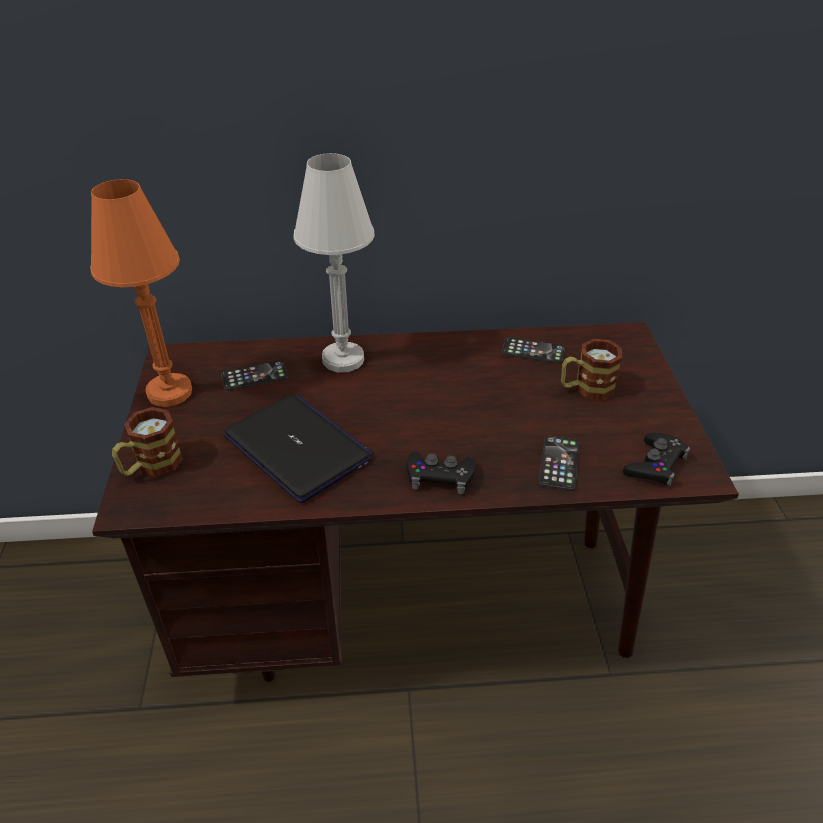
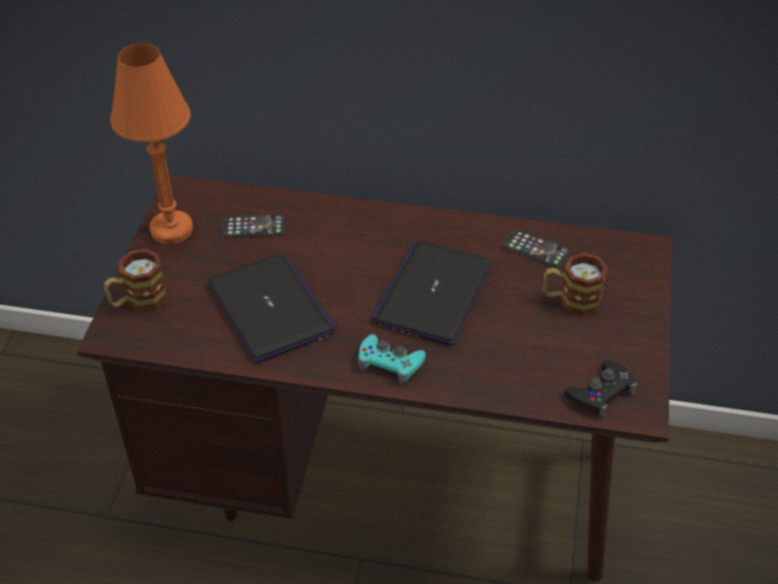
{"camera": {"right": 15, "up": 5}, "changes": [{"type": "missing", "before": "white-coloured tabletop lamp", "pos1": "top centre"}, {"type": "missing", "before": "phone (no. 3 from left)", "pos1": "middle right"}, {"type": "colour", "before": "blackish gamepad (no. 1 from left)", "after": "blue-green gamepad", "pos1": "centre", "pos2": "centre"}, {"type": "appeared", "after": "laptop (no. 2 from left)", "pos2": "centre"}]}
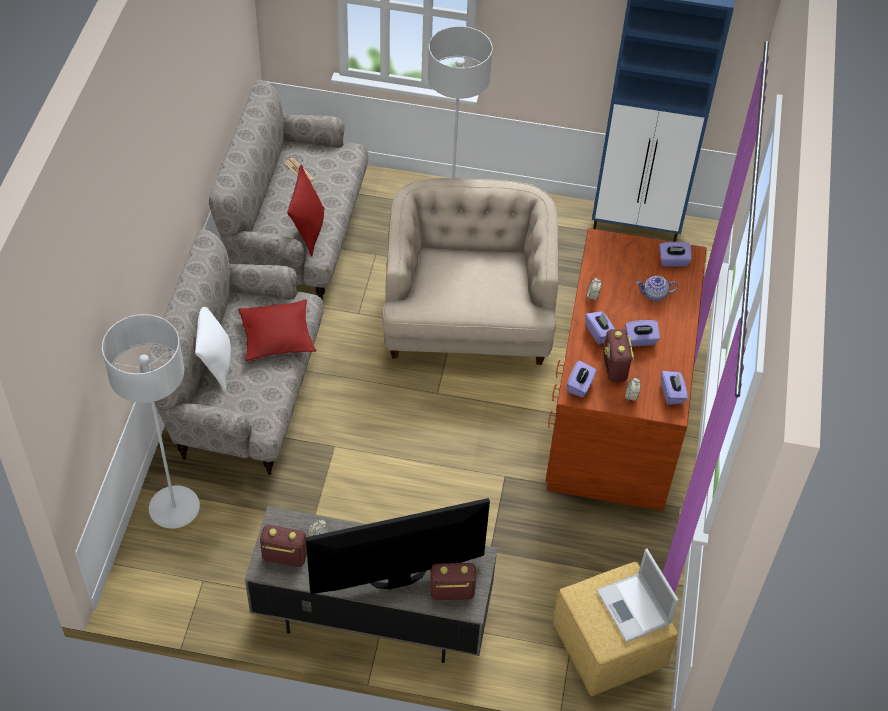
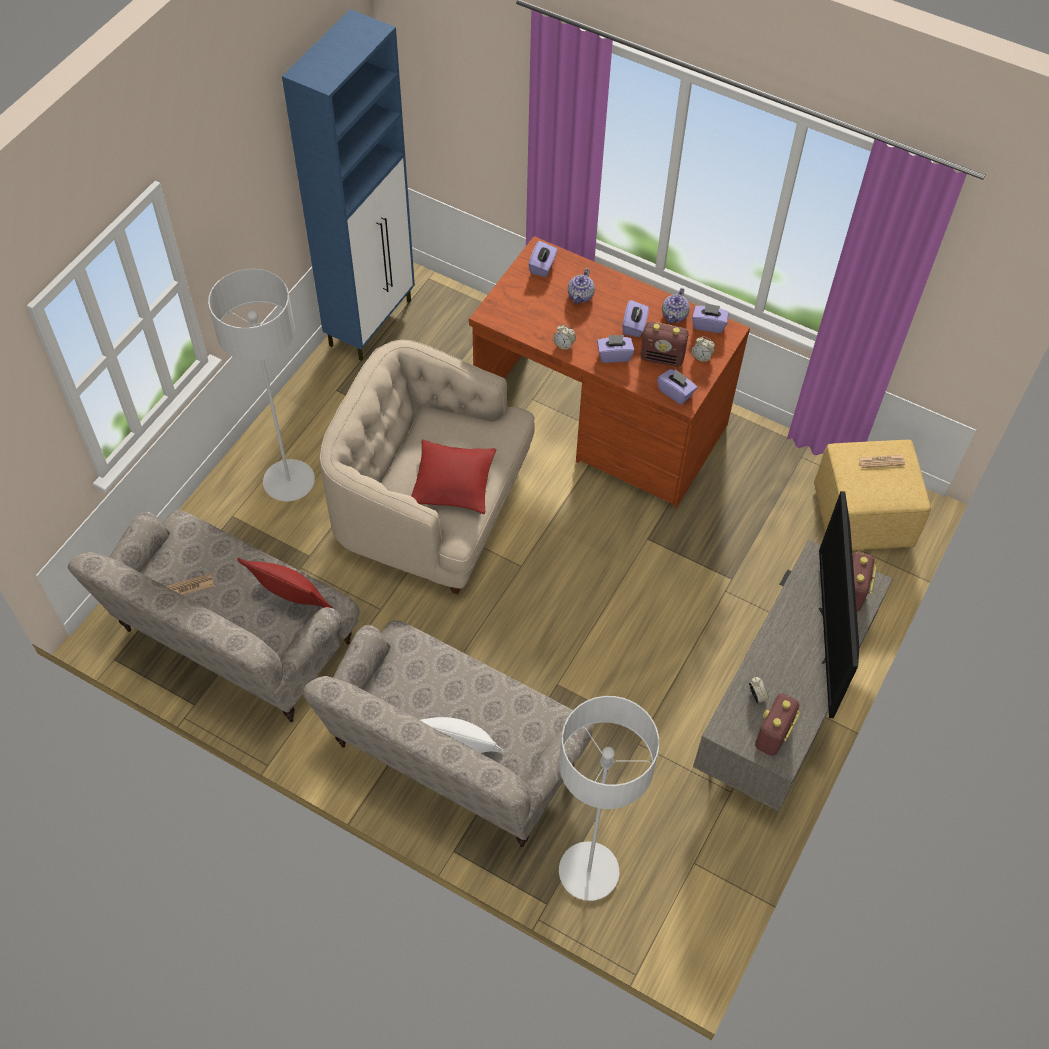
{"camera": {"right": -70, "up": 5}, "changes": [{"type": "relocated", "before": "reddish throw pillow (no. 1 from left in the first image)", "after": "reddish throw pillow (no. 2 from left)", "pos1": "middle left", "pos2": "centre"}, {"type": "exchanged", "before": "laptop", "after": "daily paper (no. 2 from left)", "pos1": "bottom right", "pos2": "middle right"}, {"type": "appeared", "after": "tea pot (no. 2 from left)", "pos2": "top centre"}]}
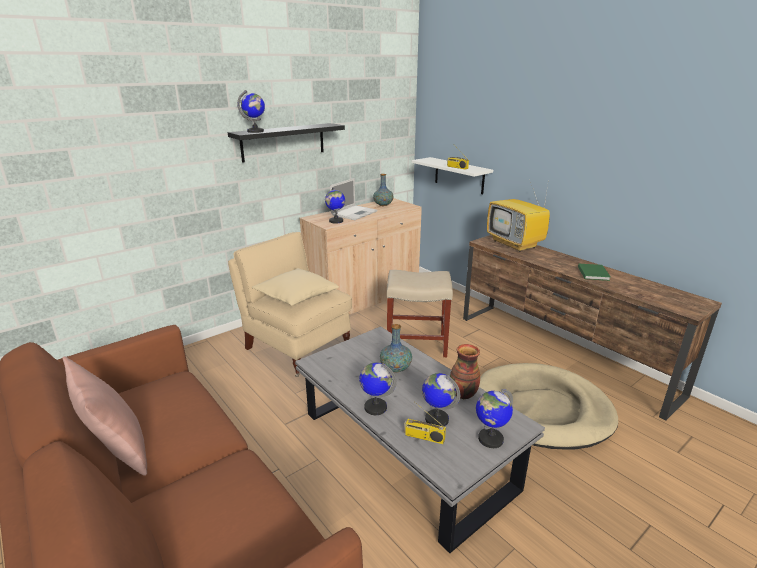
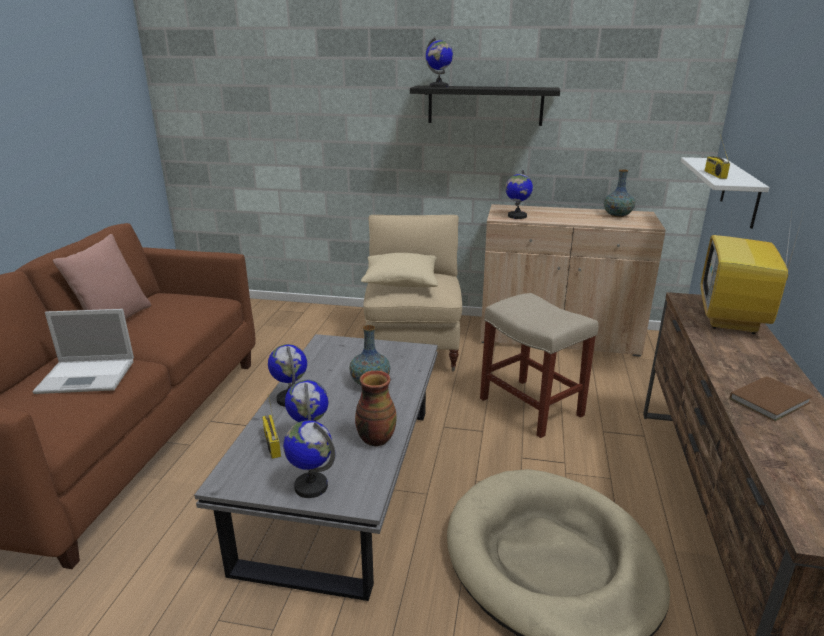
{"camera": {"right": 50, "up": 0}, "changes": [{"type": "relocated", "before": "laptop", "pos1": "centre", "pos2": "middle left"}, {"type": "colour", "before": "green book", "after": "brown book", "pos1": "middle right", "pos2": "middle right"}]}
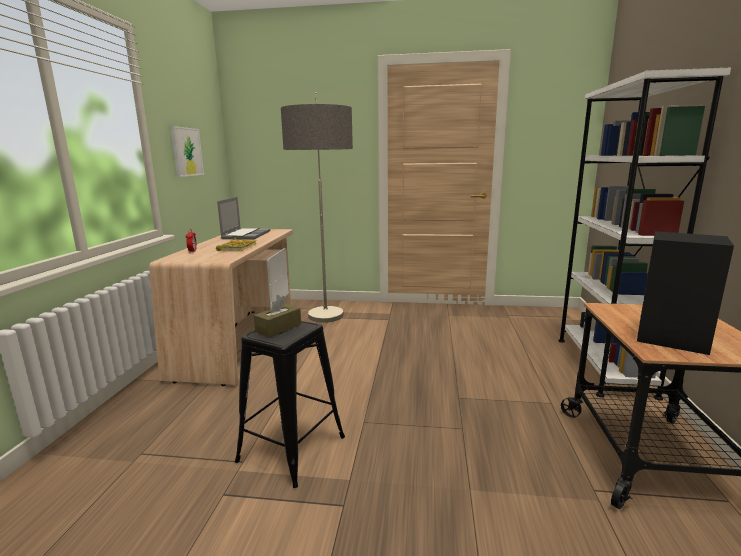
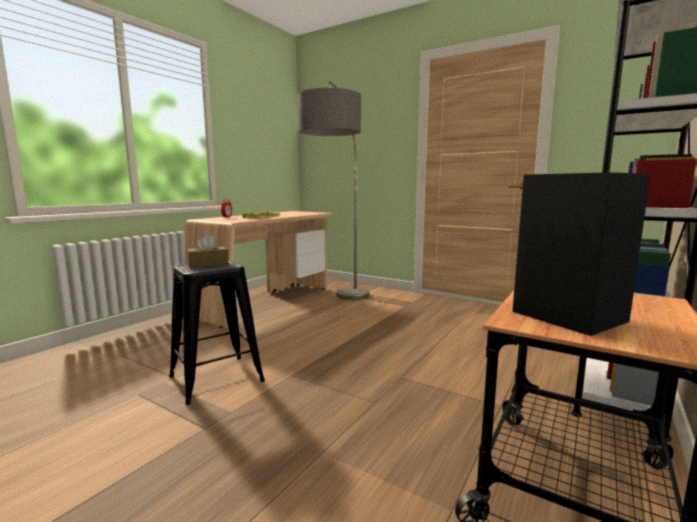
{"camera": {"right": 25, "up": -5}, "changes": [{"type": "missing", "before": "picture", "pos1": "top left"}, {"type": "missing", "before": "laptop", "pos1": "middle left"}]}
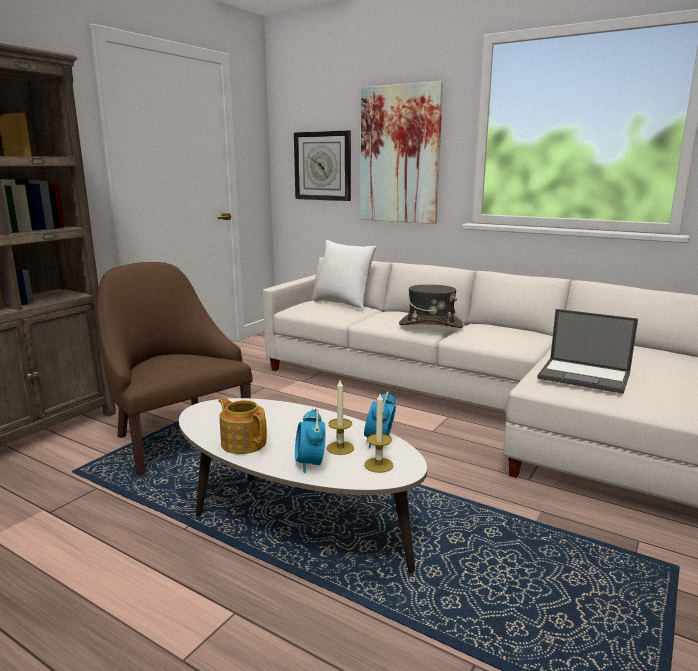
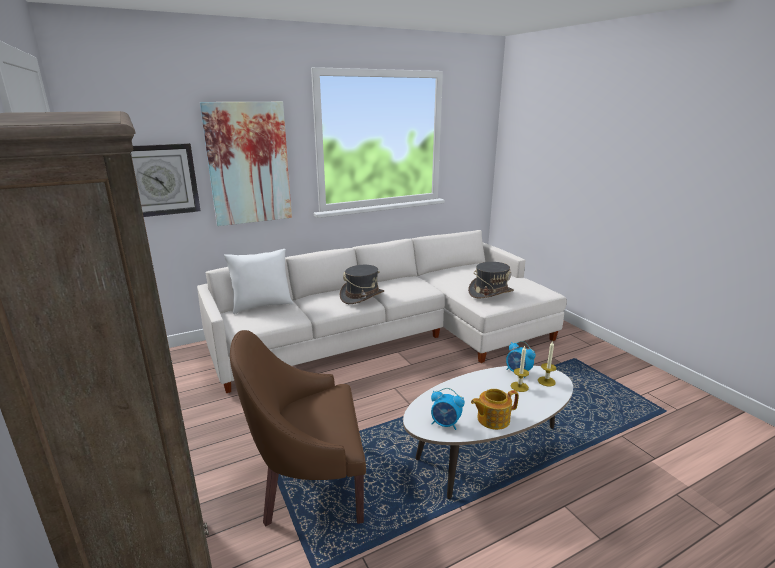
{"camera": {"right": -60, "up": 5}, "changes": [{"type": "exchanged", "before": "laptop", "after": "grey hat (no. 2 from left)", "pos1": "middle right", "pos2": "centre"}, {"type": "relocated", "before": "alarm clock (no. 1 from left)", "pos1": "centre", "pos2": "bottom centre"}]}
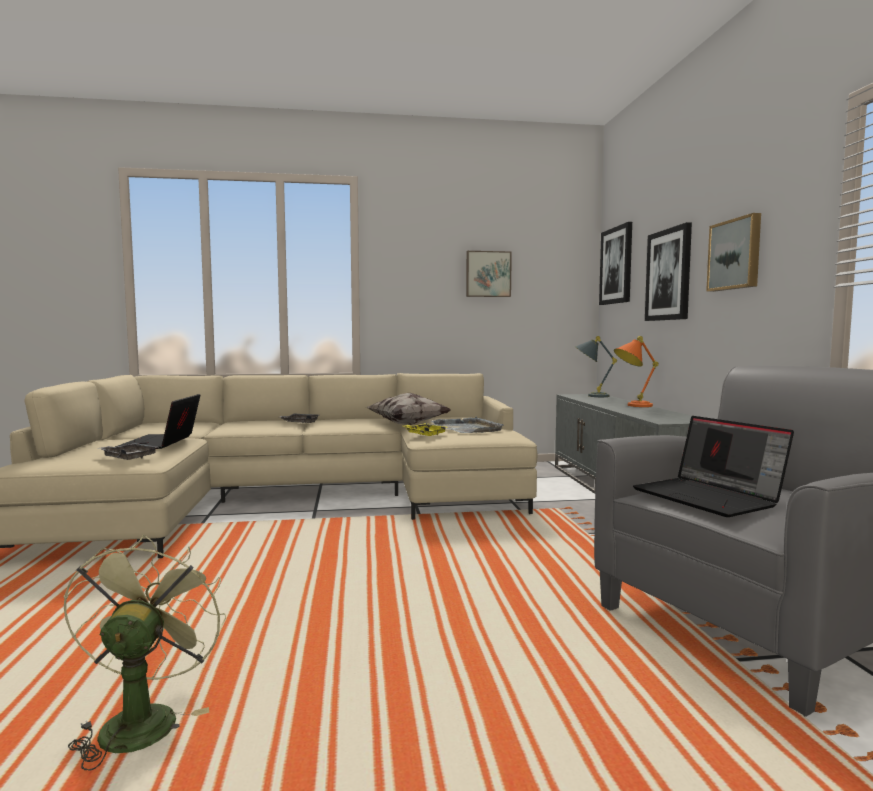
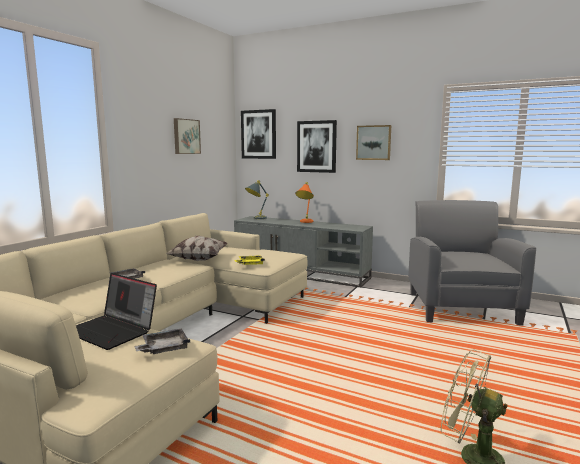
{"camera": {"right": -55, "up": 5}, "changes": [{"type": "missing", "before": "laptop (no. 2 from left)", "pos1": "middle right"}, {"type": "missing", "before": "grey carrying tray (no. 3 from left)", "pos1": "centre"}]}
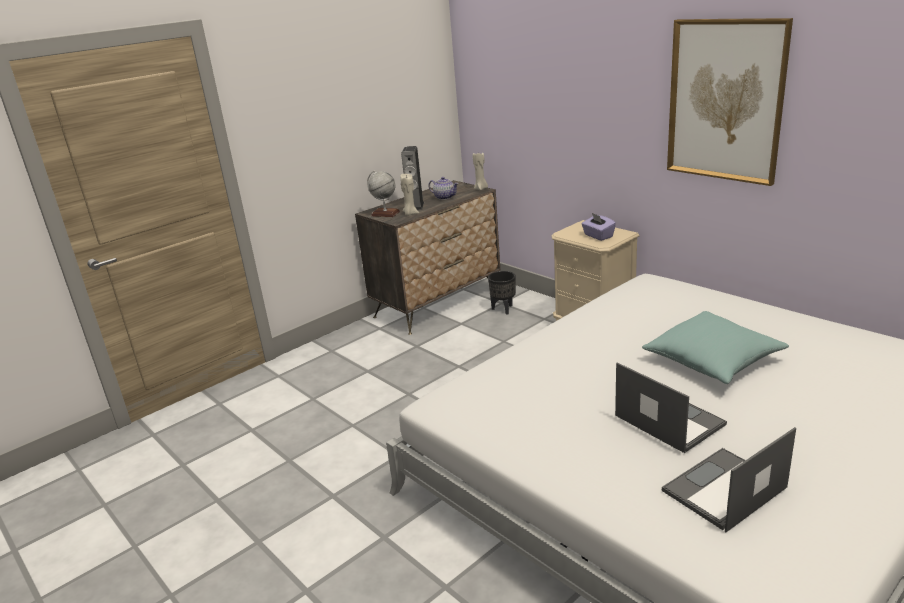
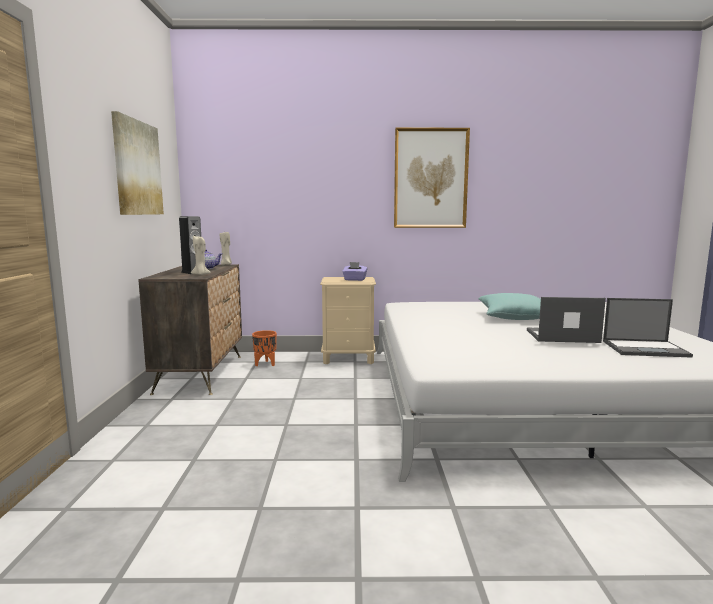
{"camera": {"right": -50, "up": -15}, "changes": [{"type": "missing", "before": "world globe", "pos1": "top centre"}, {"type": "colour", "before": "blackish flower pot", "after": "orange flower pot", "pos1": "centre", "pos2": "centre"}, {"type": "spun", "before": "laptop (no. 2 from left)", "pos1": "bottom right", "pos2": "middle right", "turn": -90}, {"type": "appeared", "after": "picture (no. 1 from left)", "pos2": "top left"}]}
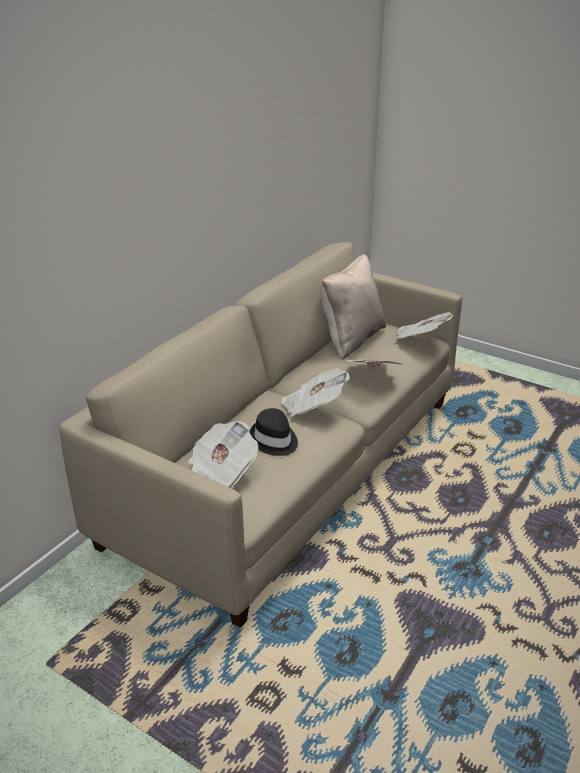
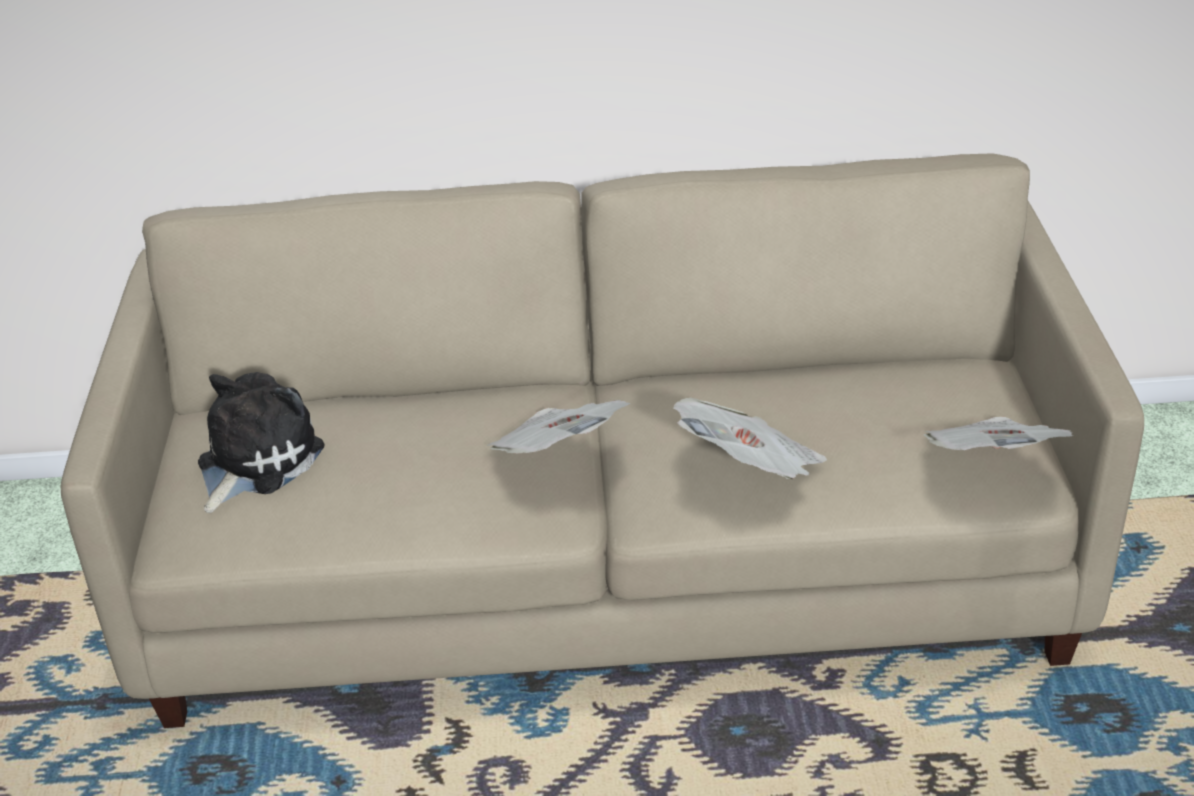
{"camera": {"right": 55, "up": 5}, "changes": [{"type": "missing", "before": "sand-coloured throw pillow", "pos1": "centre"}, {"type": "missing", "before": "blackish hat", "pos1": "centre"}, {"type": "exchanged", "before": "daily paper (no. 1 from left)", "after": "soft toy", "pos1": "centre", "pos2": "middle left"}]}
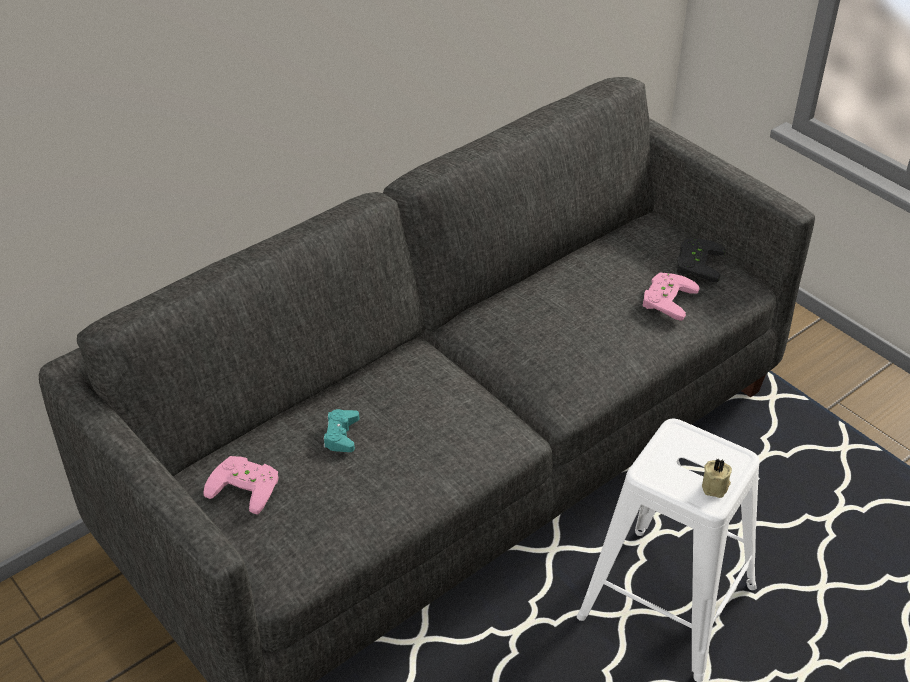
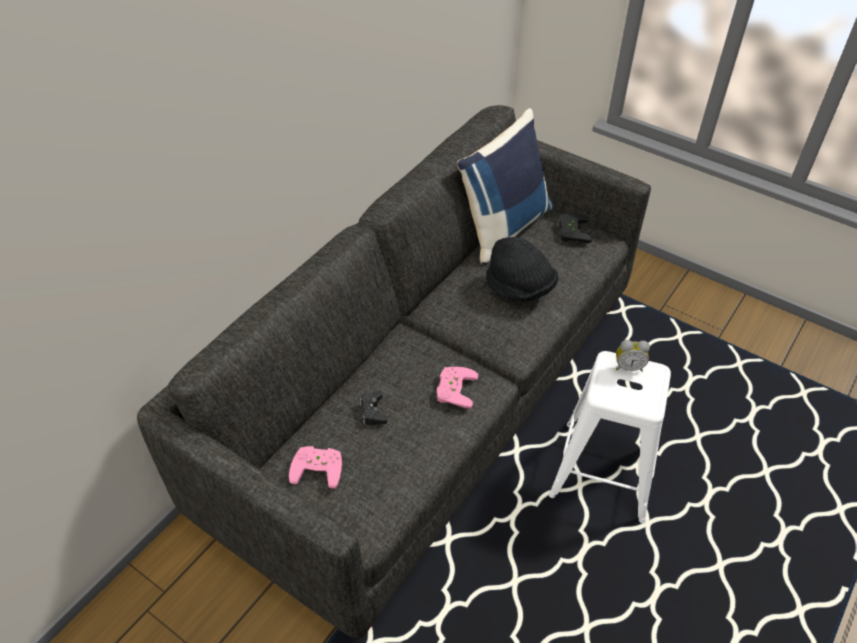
{"camera": {"right": -15, "up": 5}, "changes": [{"type": "relocated", "before": "pinkish gamepad (no. 2 from left)", "pos1": "middle right", "pos2": "centre"}, {"type": "colour", "before": "blue-green gamepad", "after": "blackish gamepad (no. 1 from left)", "pos1": "centre", "pos2": "centre"}, {"type": "missing", "before": "sand-coloured wax light", "pos1": "bottom right"}, {"type": "appeared", "after": "bluish throw pillow", "pos2": "top centre"}, {"type": "appeared", "after": "blackish hat", "pos2": "centre"}, {"type": "appeared", "after": "alarm clock", "pos2": "middle right"}]}
